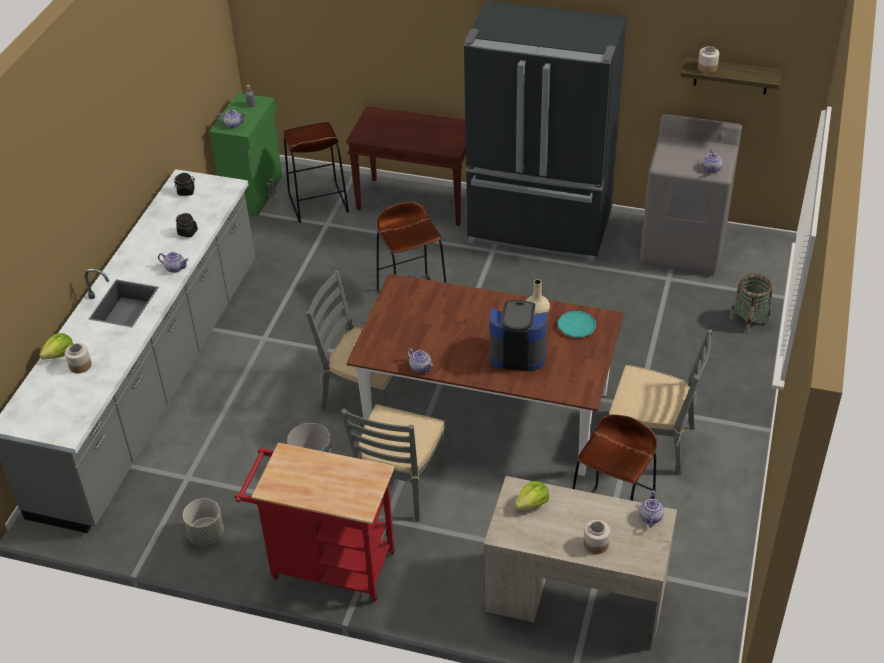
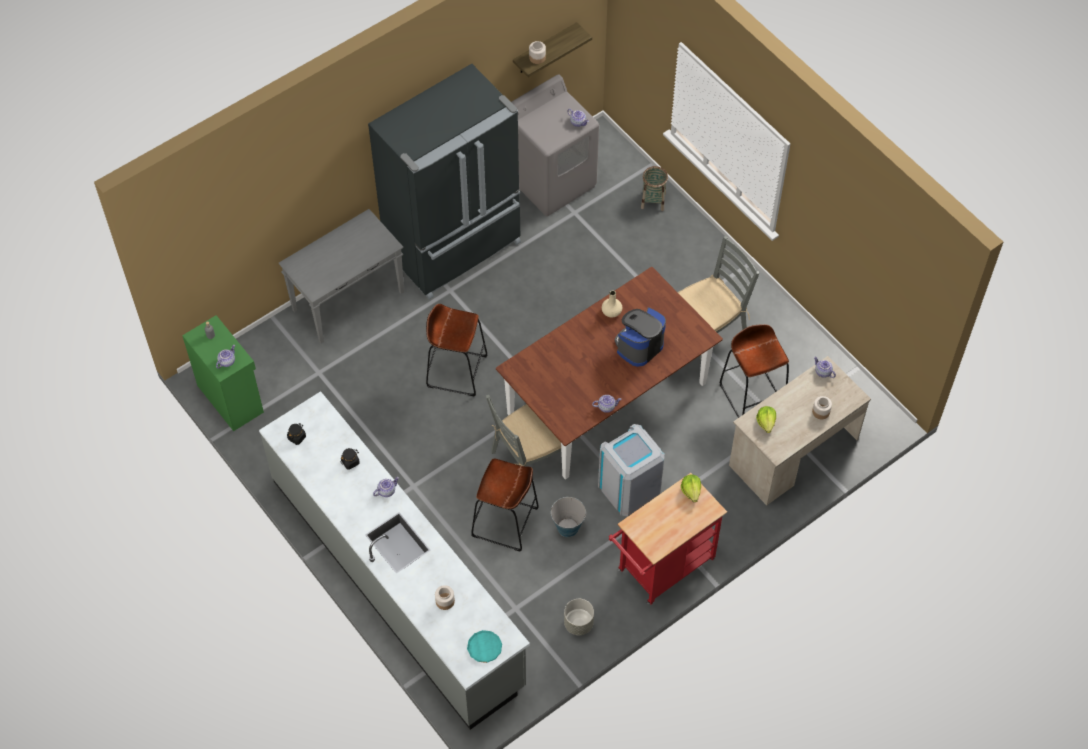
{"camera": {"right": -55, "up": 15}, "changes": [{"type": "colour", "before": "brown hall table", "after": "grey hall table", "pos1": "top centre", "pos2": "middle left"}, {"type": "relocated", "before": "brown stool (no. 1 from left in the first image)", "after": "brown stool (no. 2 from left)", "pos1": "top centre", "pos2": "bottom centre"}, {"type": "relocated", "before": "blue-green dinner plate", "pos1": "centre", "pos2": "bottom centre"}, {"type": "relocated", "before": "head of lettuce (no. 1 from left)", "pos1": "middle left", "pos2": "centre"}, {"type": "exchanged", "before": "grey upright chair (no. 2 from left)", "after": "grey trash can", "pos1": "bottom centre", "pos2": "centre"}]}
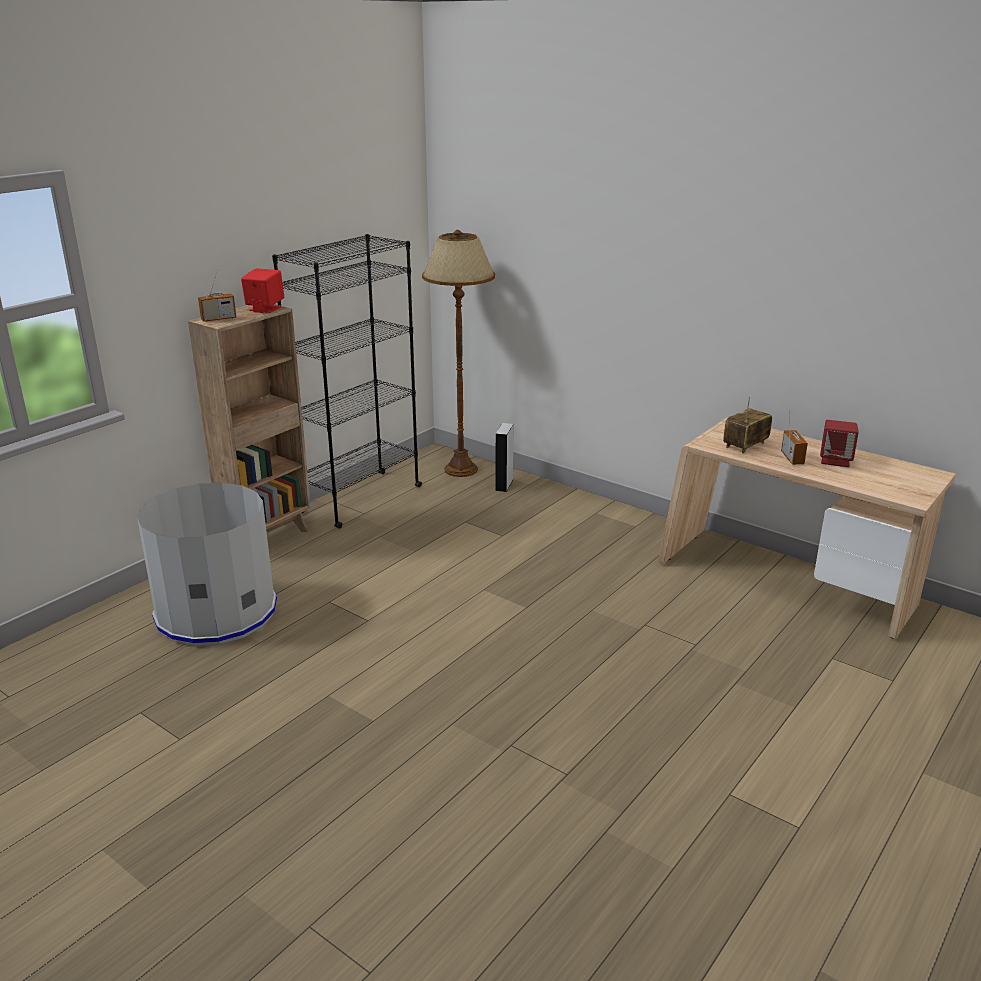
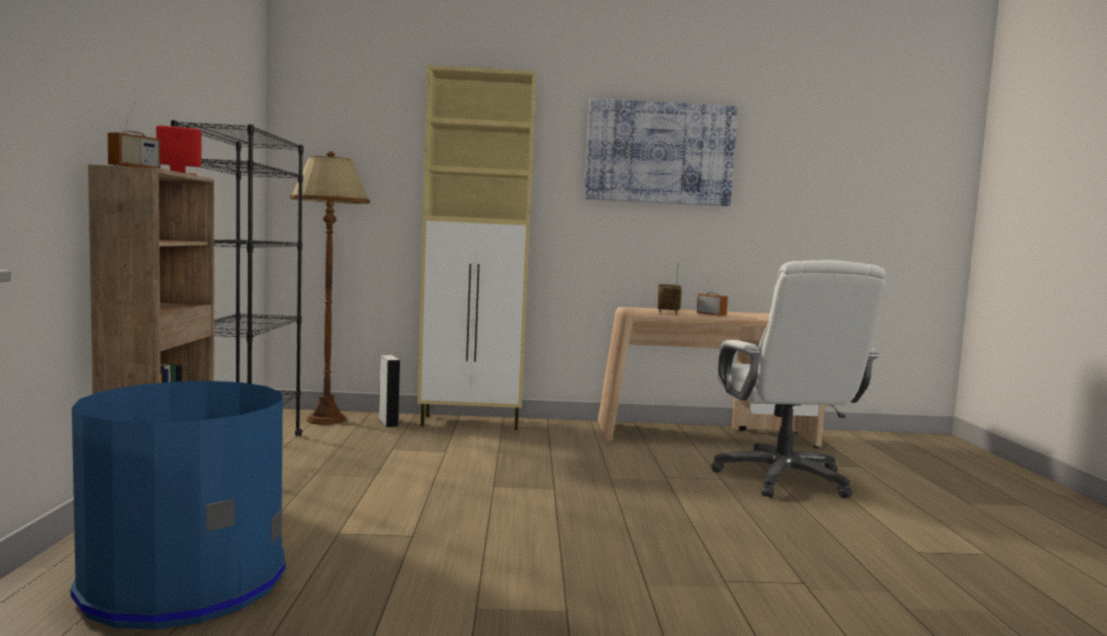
{"camera": {"right": -40, "up": -20}, "changes": [{"type": "missing", "before": "reddish speaker (no. 2 from left)", "pos1": "middle right"}, {"type": "colour", "before": "grey trash can", "after": "bluish trash can", "pos1": "middle left", "pos2": "bottom left"}, {"type": "appeared", "after": "sand-coloured storage cabinet", "pos2": "centre"}, {"type": "appeared", "after": "picture", "pos2": "top centre"}, {"type": "appeared", "after": "white-coloured office chair", "pos2": "middle right"}]}
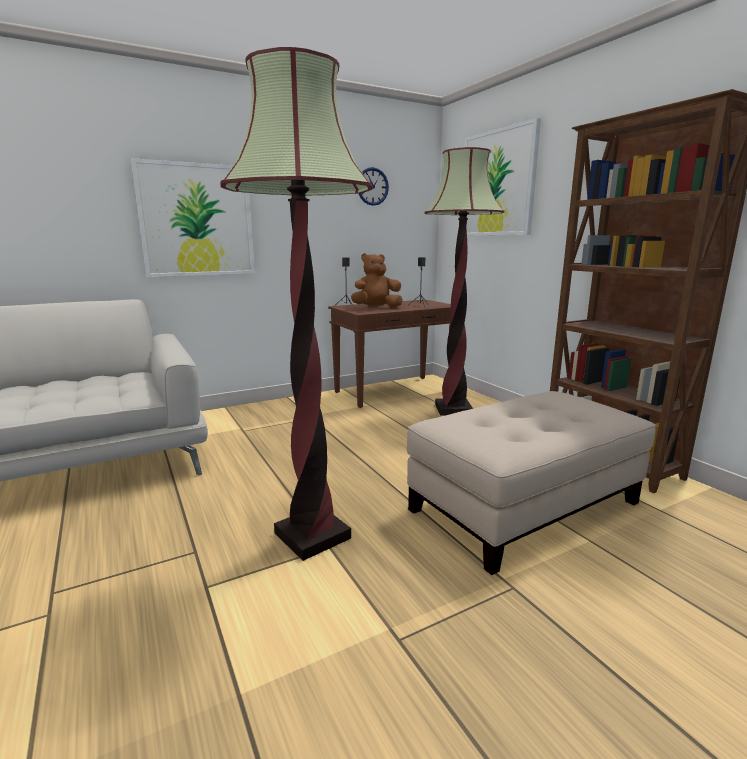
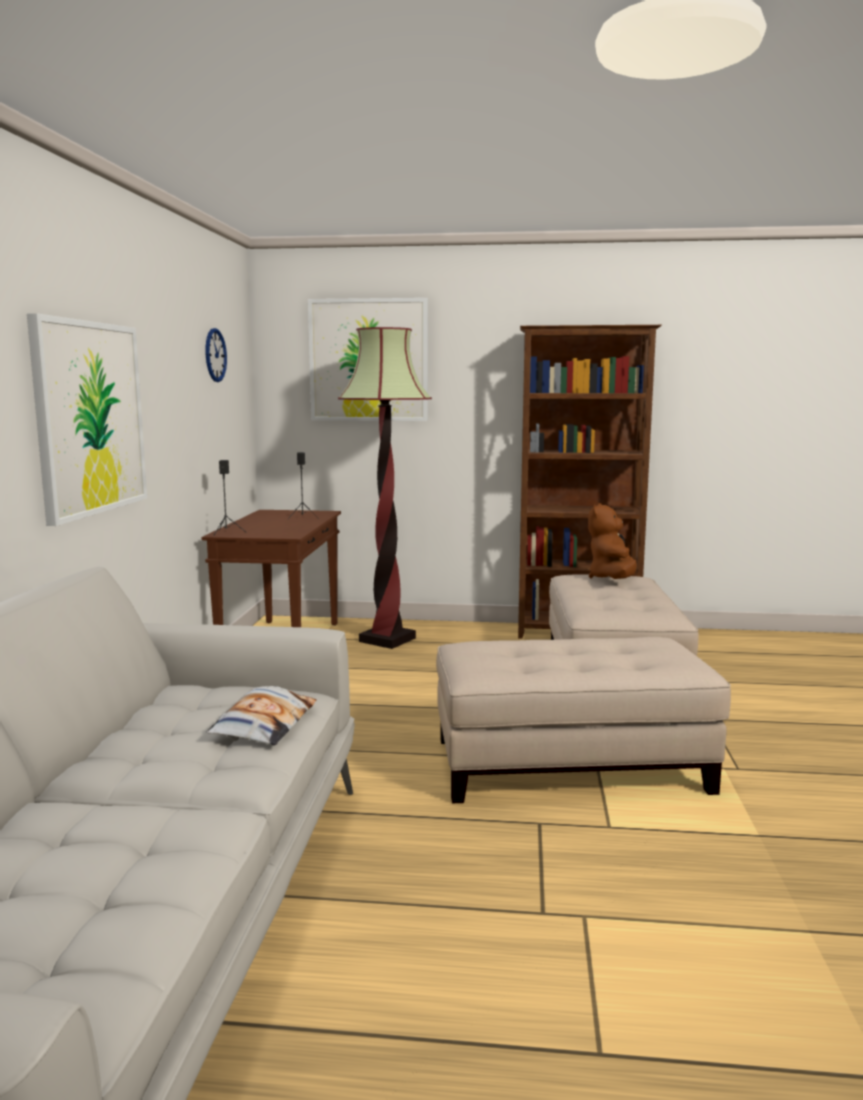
{"camera": {"right": -55, "up": -5}, "changes": [{"type": "exchanged", "before": "standard lamp (no. 1 from left)", "after": "sand-coloured pouffe (no. 1 from left)", "pos1": "centre", "pos2": "middle right"}, {"type": "relocated", "before": "brown soft toy", "pos1": "centre", "pos2": "middle right"}, {"type": "appeared", "after": "throw pillow", "pos2": "middle left"}]}
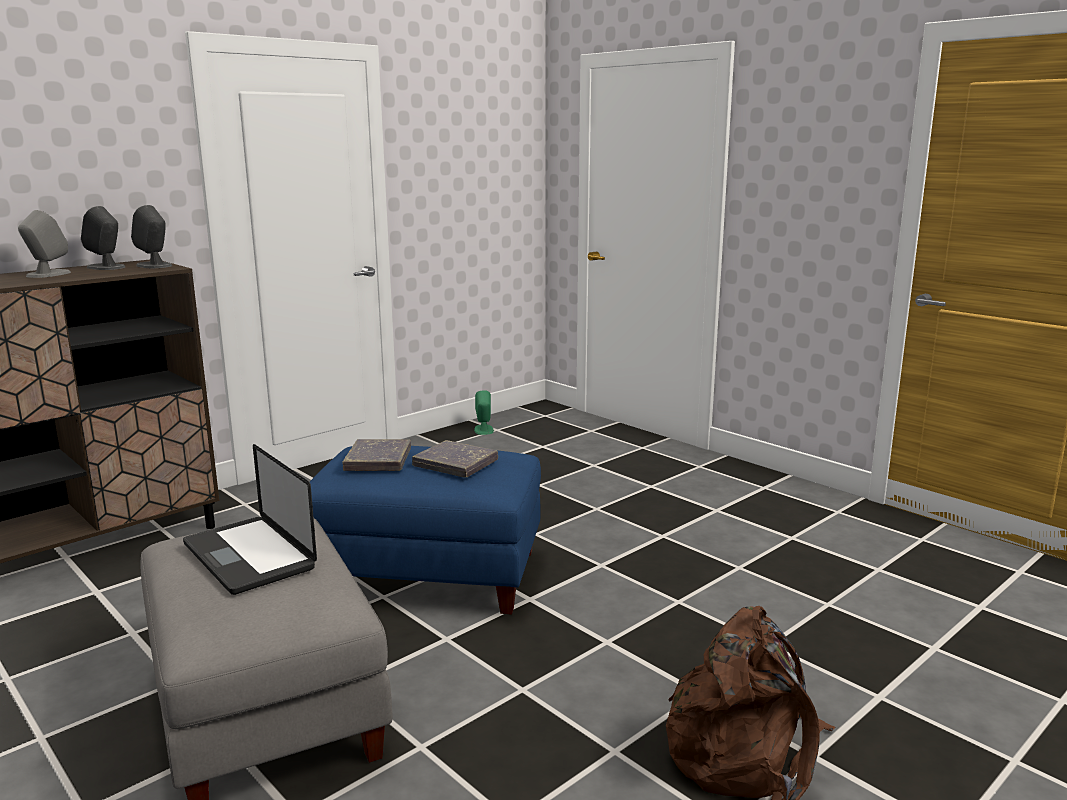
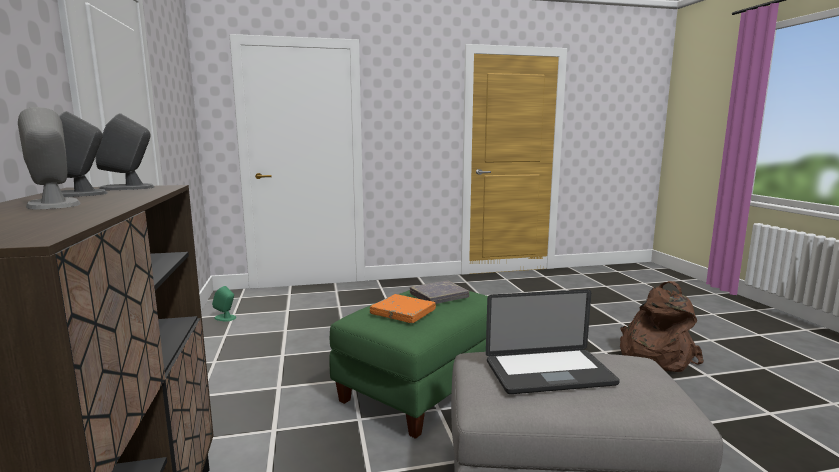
{"camera": {"right": -60, "up": -5}, "changes": [{"type": "colour", "before": "grey book (no. 1 from left)", "after": "orange book", "pos1": "centre", "pos2": "centre"}, {"type": "colour", "before": "bluish pouffe", "after": "green pouffe", "pos1": "centre", "pos2": "bottom centre"}]}
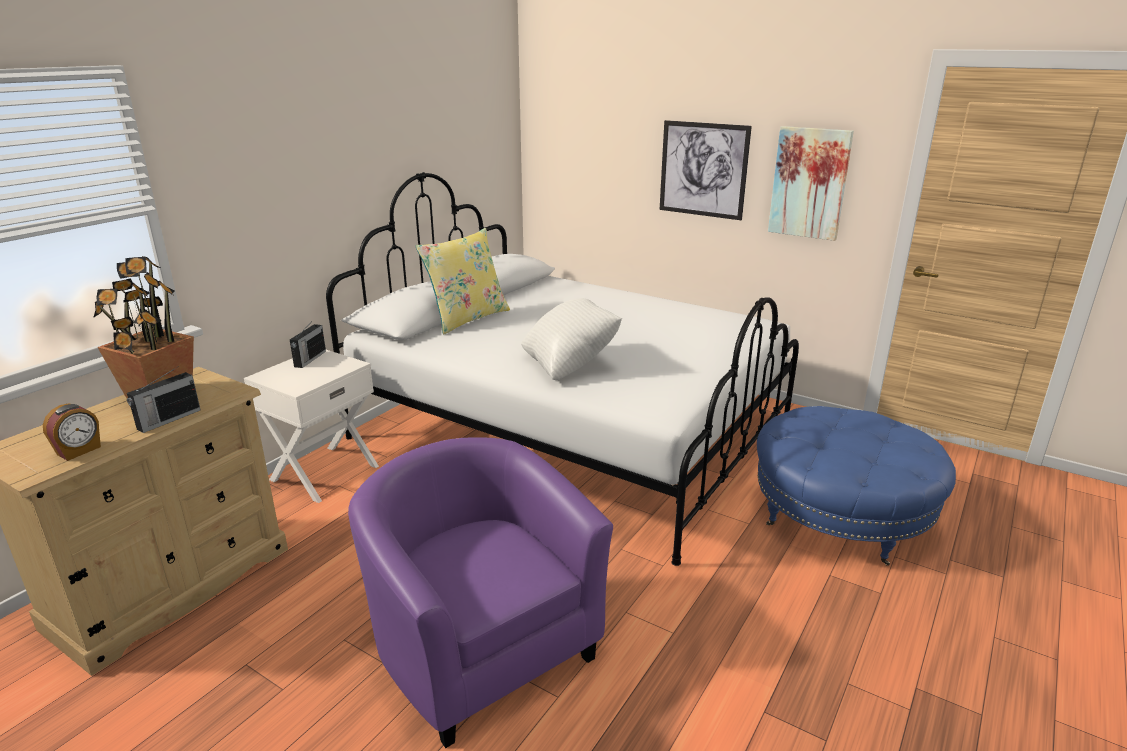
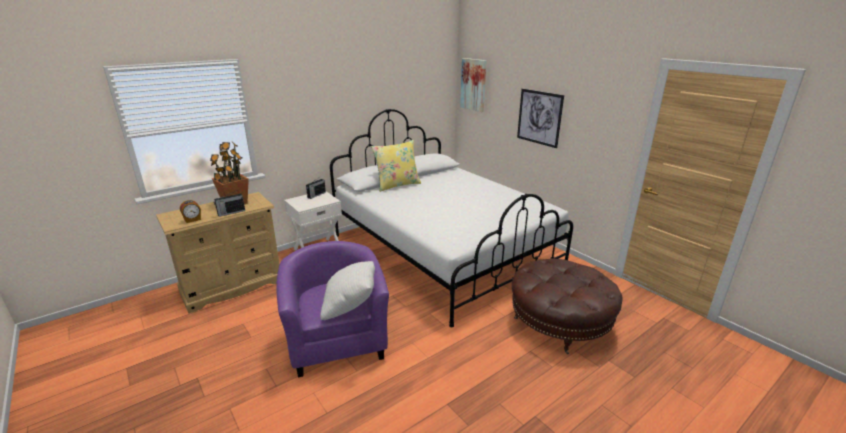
{"camera": {"right": 20, "up": 0}, "changes": [{"type": "relocated", "before": "picture (no. 2 from left in the first image)", "after": "picture (no. 1 from left)", "pos1": "top right", "pos2": "top centre"}, {"type": "relocated", "before": "white-coloured throw pillow", "pos1": "centre", "pos2": "bottom centre"}, {"type": "colour", "before": "bluish pouffe", "after": "brown pouffe", "pos1": "middle right", "pos2": "bottom right"}]}
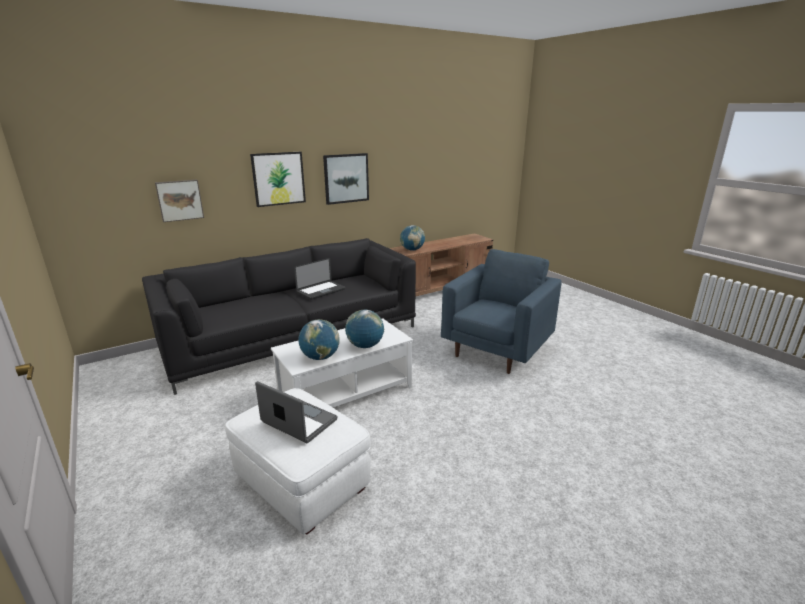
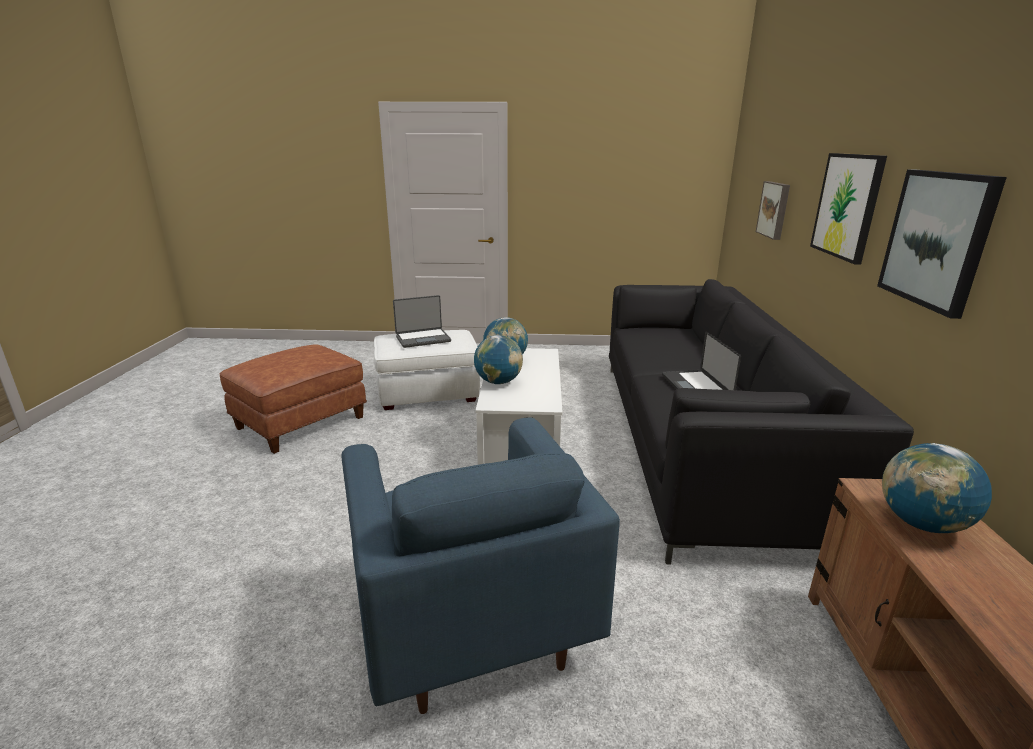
{"camera": {"right": 125, "up": 0}, "changes": [{"type": "appeared", "after": "brown pouffe", "pos2": "middle left"}]}
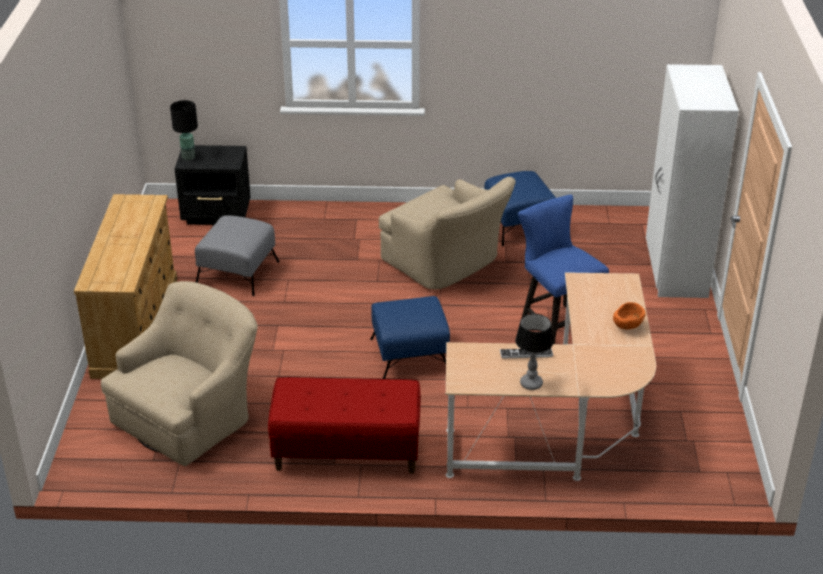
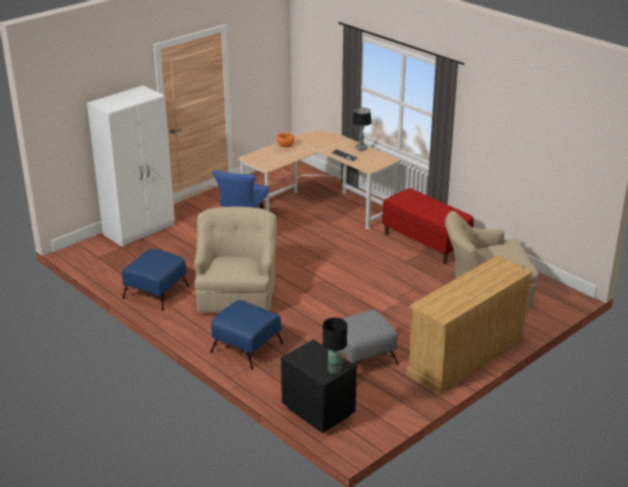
{"camera": {"right": -135, "up": -5}, "changes": [{"type": "relocated", "before": "bluish pouffe (no. 1 from left in the first image)", "after": "bluish pouffe (no. 2 from left)", "pos1": "centre", "pos2": "bottom centre"}]}
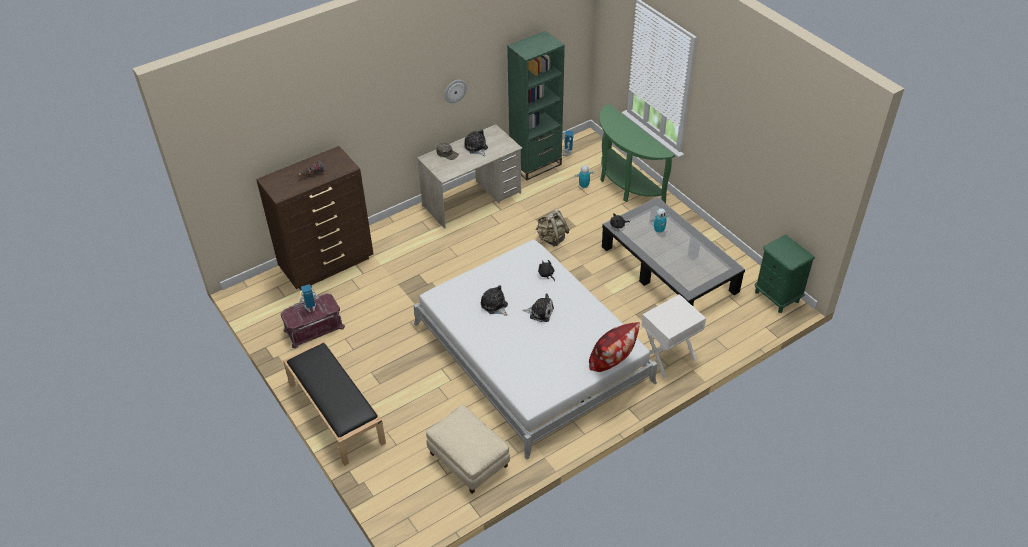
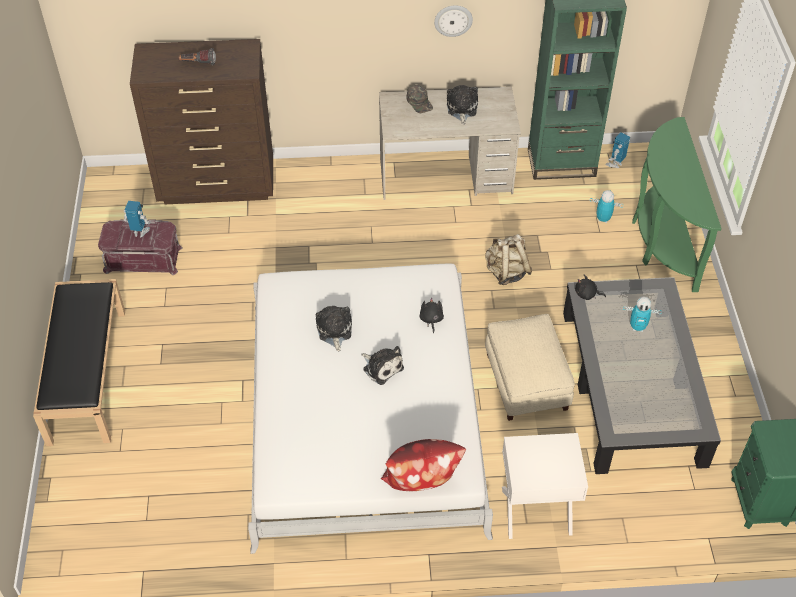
{"camera": {"right": 30, "up": 5}, "changes": [{"type": "relocated", "before": "sand-coloured pouffe", "pos1": "bottom centre", "pos2": "centre"}]}
